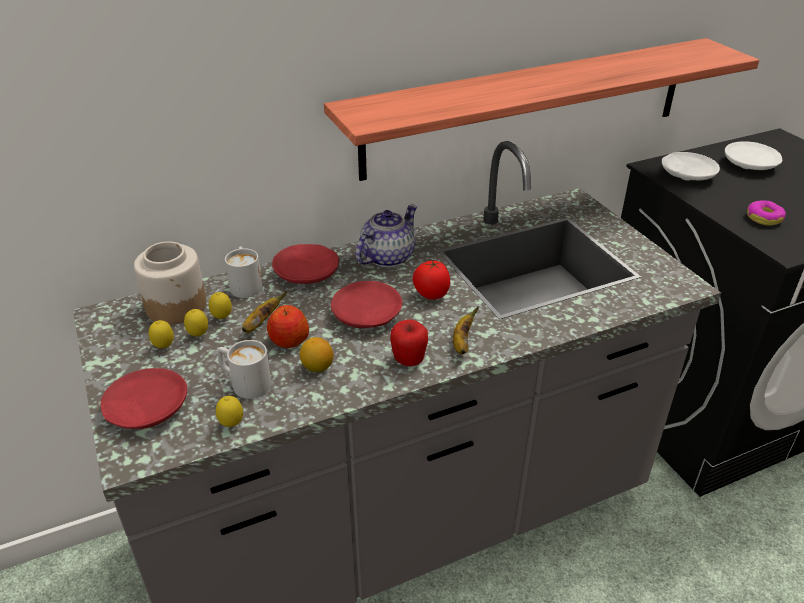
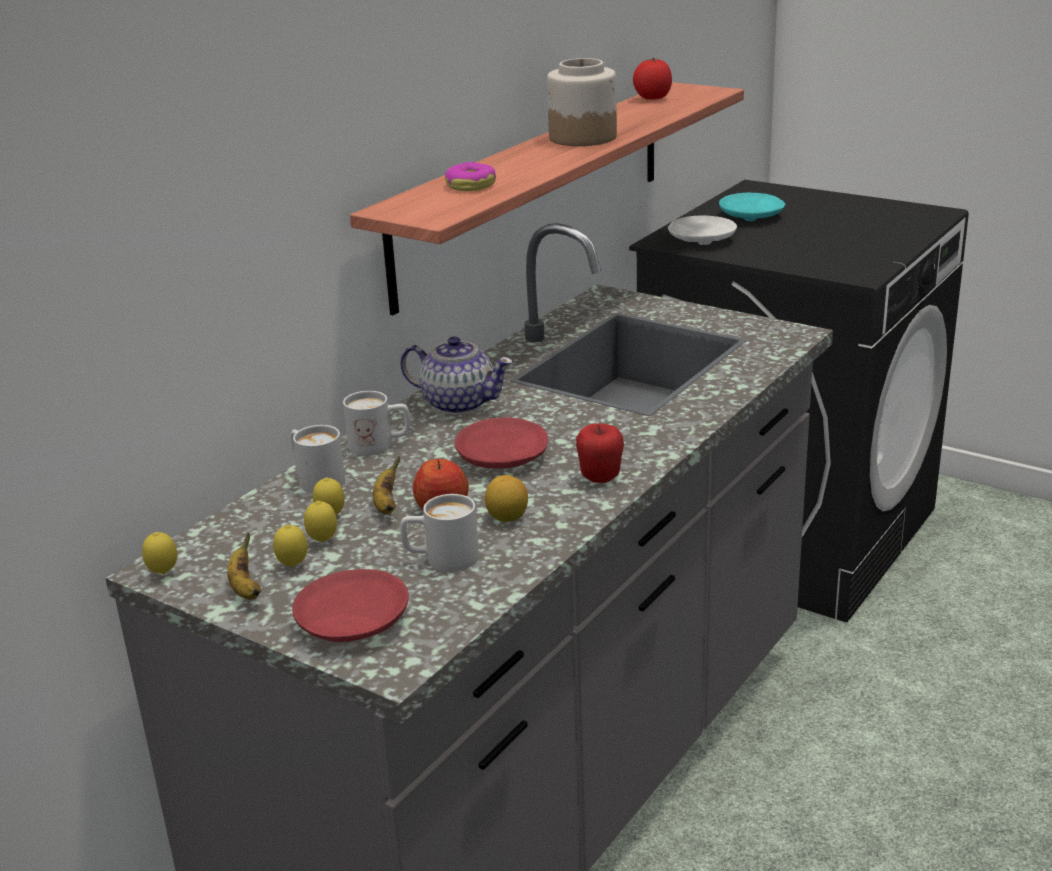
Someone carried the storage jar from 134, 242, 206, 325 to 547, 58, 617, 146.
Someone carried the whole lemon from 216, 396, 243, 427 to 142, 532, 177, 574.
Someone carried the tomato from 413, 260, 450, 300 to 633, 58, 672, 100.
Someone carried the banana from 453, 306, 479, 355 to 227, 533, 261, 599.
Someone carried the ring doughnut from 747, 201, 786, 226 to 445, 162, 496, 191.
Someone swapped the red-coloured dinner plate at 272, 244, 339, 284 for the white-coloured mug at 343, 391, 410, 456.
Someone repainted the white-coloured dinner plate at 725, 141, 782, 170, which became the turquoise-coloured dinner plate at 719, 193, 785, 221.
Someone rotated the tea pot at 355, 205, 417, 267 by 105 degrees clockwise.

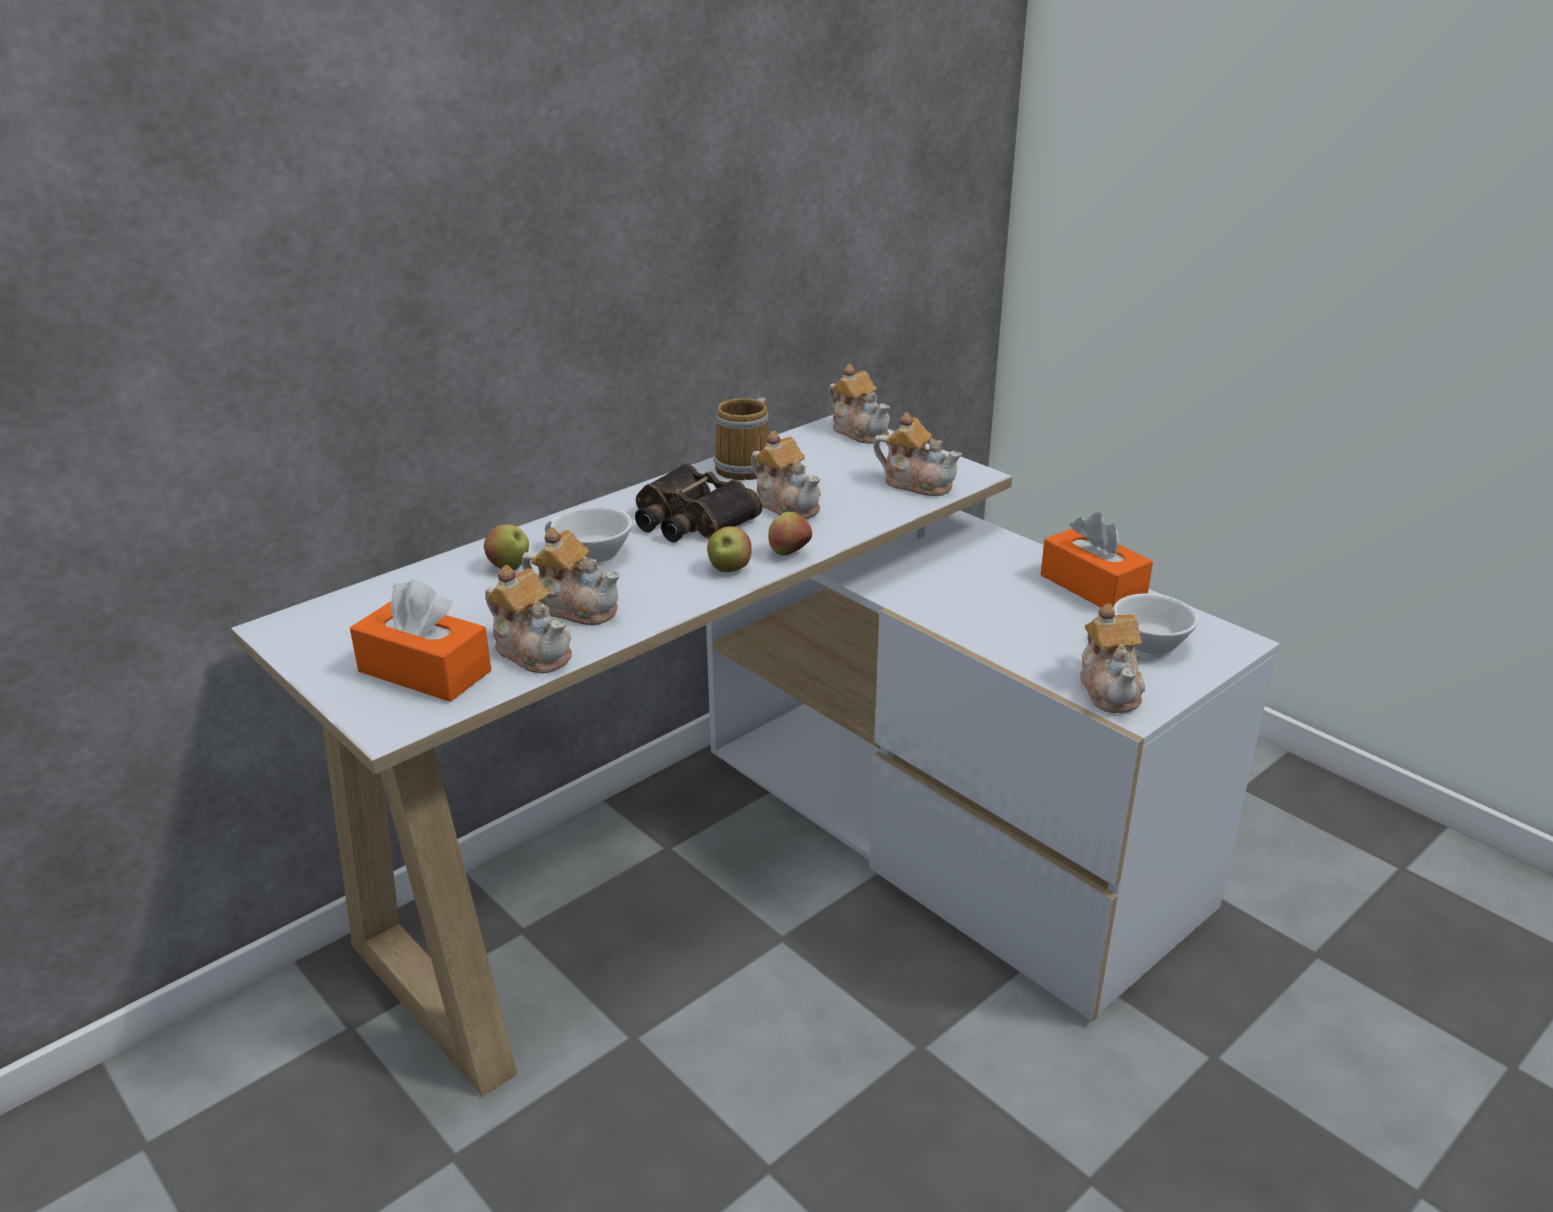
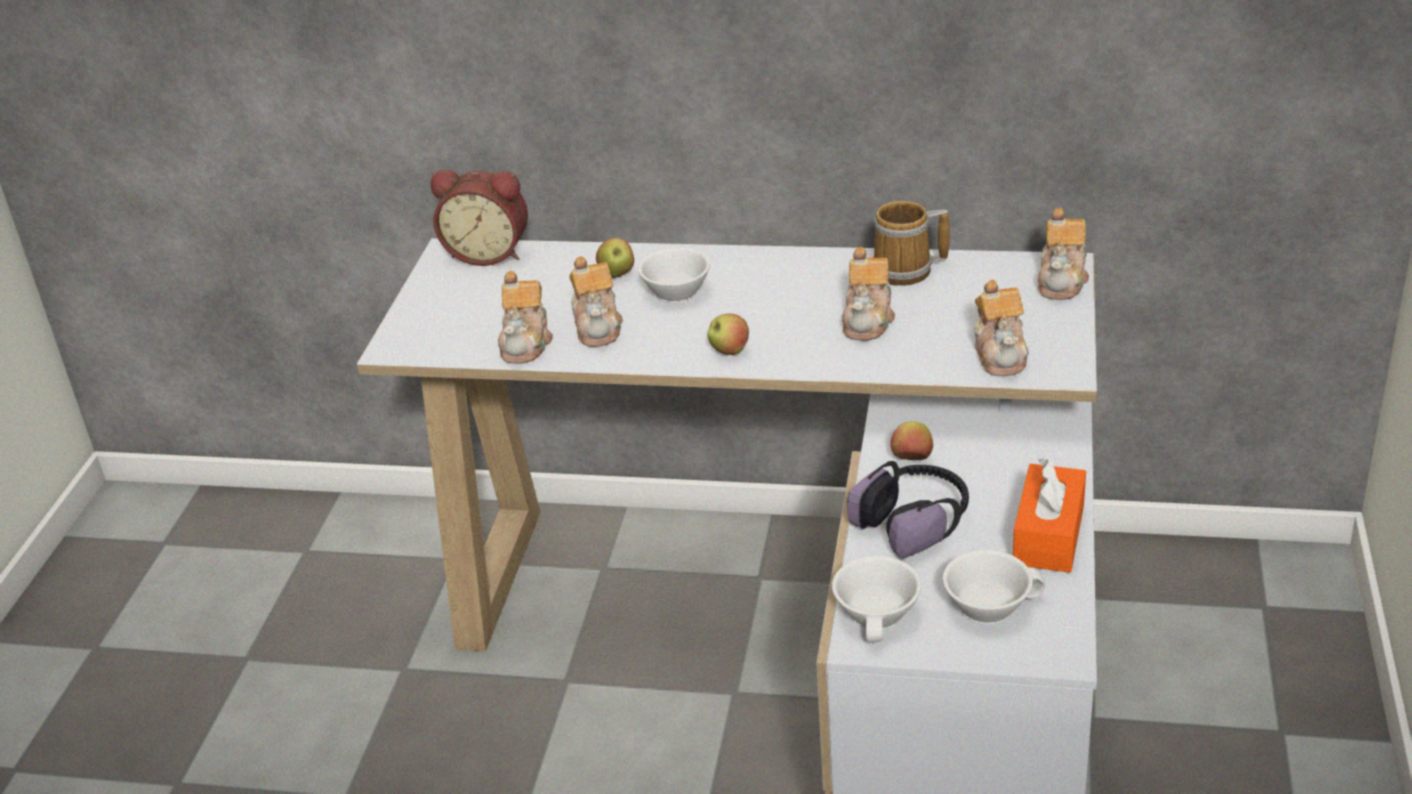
Someone took away the orange tissue holder at 350, 579, 492, 702.
Someone took away the binoculars at 635, 464, 762, 542.
Someone put down the alarm clock at 431, 170, 528, 266.
Someone put down the headset at 847, 461, 969, 559.
Someone carried the whole apple from 768, 512, 812, 555 to 890, 421, 933, 460.
Someone swapped the tea pot at 1080, 603, 1145, 713 for the white-coloured cup at 832, 556, 921, 642.

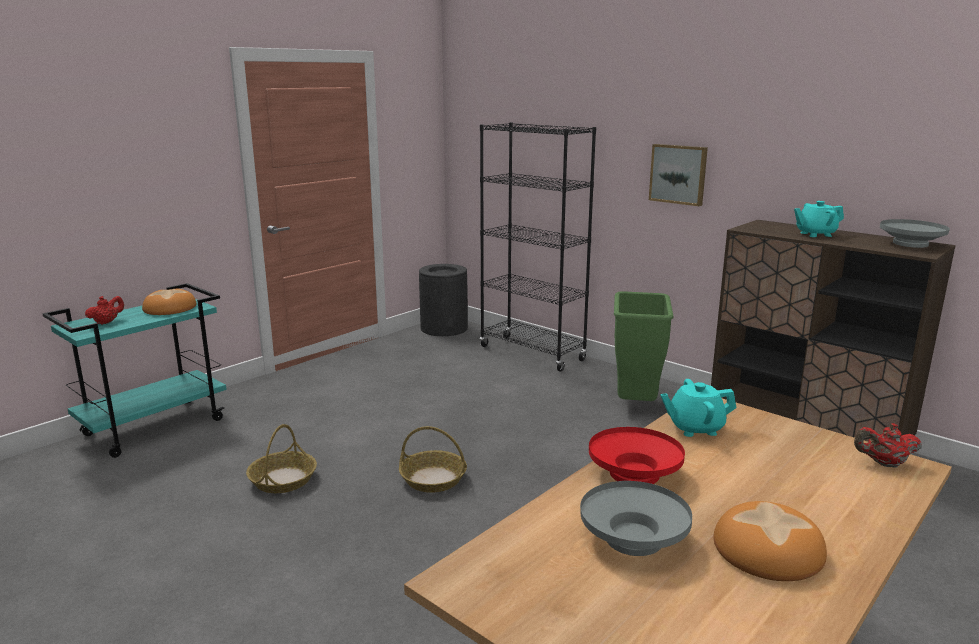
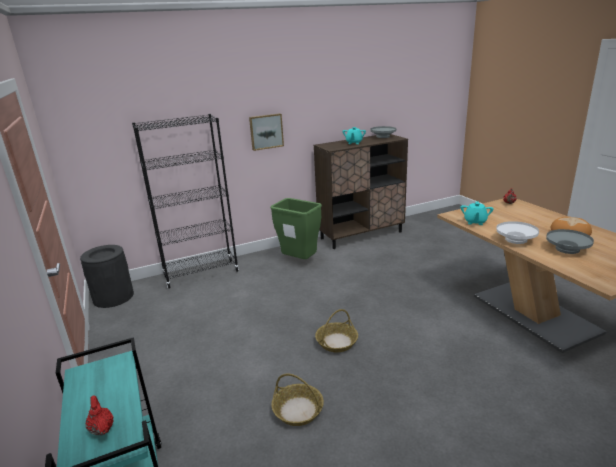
Someone took away the bakery bread at 142, 289, 196, 315.
Someone repainted the red-coloured bowl at 589, 427, 685, 484, which became the white-coloured bowl at 496, 221, 539, 244.

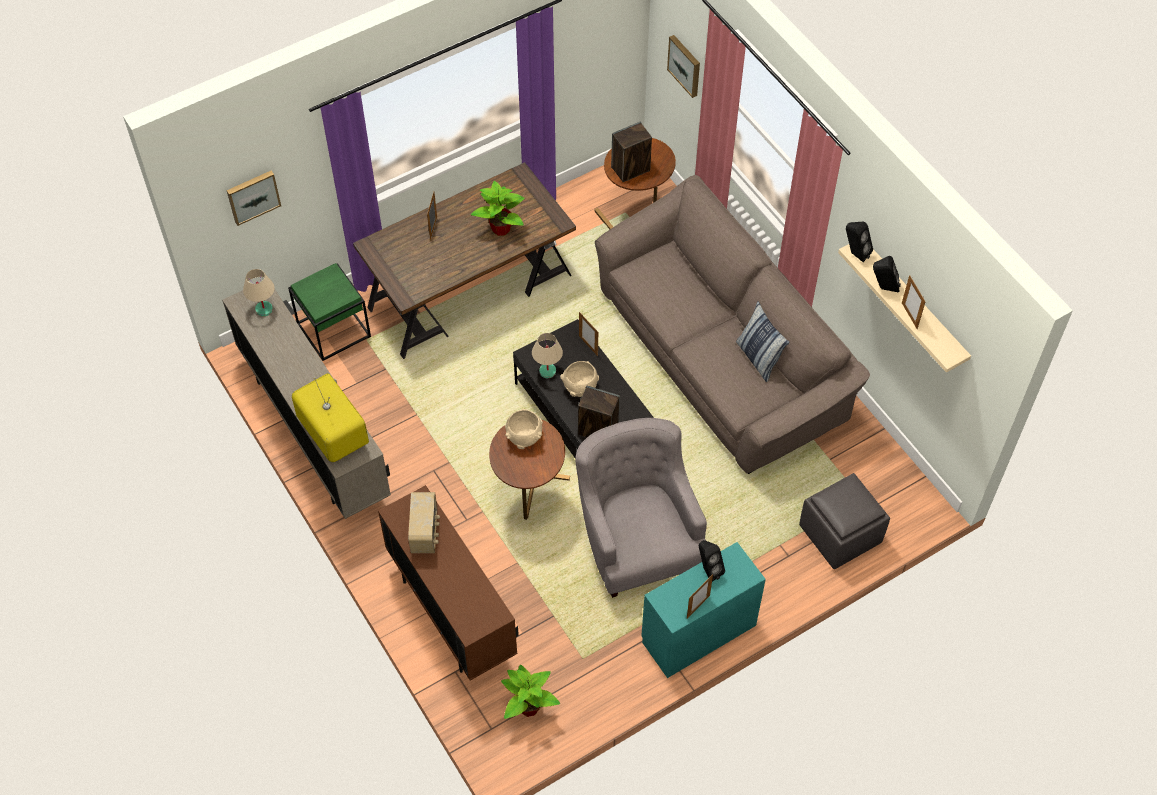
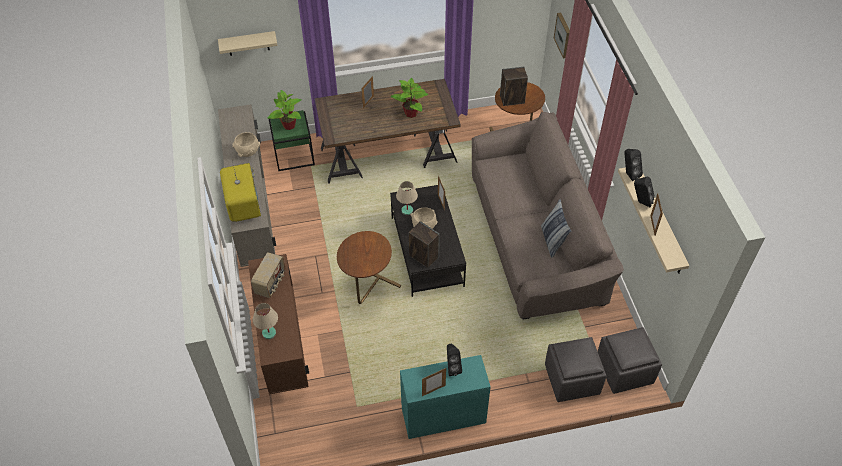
Someone took away the grey easy chair at 575, 418, 707, 598.
Someone put down the grey pouffe at 598, 327, 662, 394.
Someone carried the sand-coloured tabletop lamp from 243, 269, 275, 316 to 253, 303, 278, 339.
Someone carried the houseplant from 501, 665, 560, 719 to 268, 90, 301, 130.
Someone carried the sand-coloured bowl from 505, 409, 543, 449 to 232, 132, 260, 157.
Someone swapped the wall art at 226, 171, 281, 226 for the sand-coloured bracket shelf at 218, 31, 278, 56.

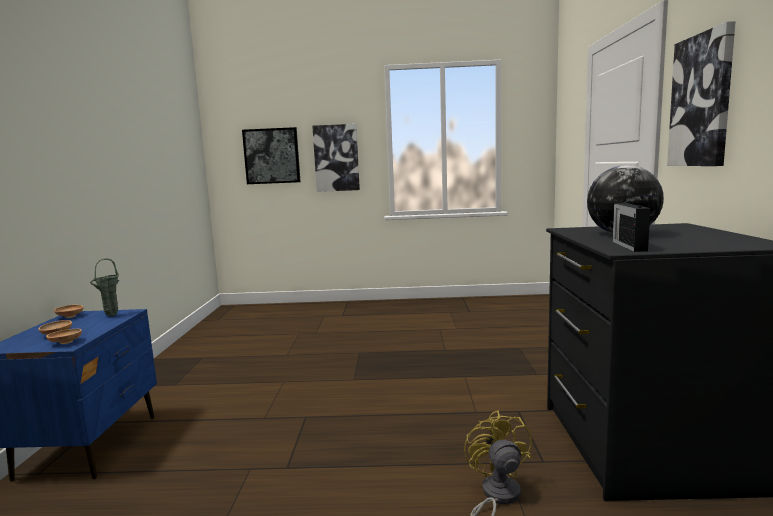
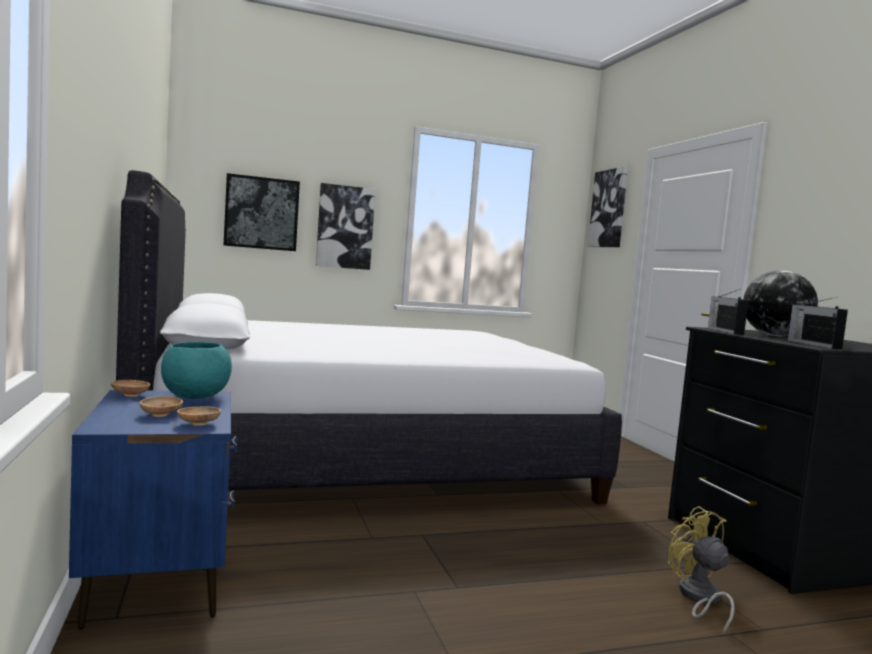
Someone put down the white-coloured bedroom bed at 116, 170, 622, 504.
Someone put down the radio receiver at 708, 289, 748, 335.
Someone carried the wall art from 667, 21, 736, 166 to 588, 167, 628, 247.
Someone swapped the greenish flower vase at 90, 258, 119, 317 for the turquoise-coloured bowl at 161, 342, 232, 399.

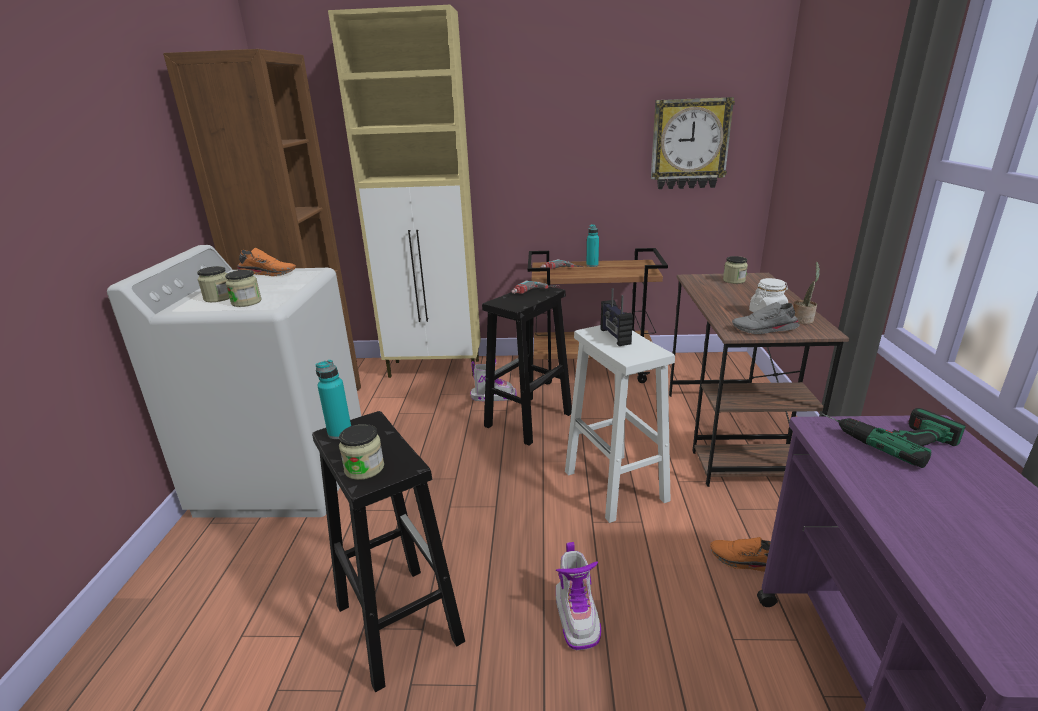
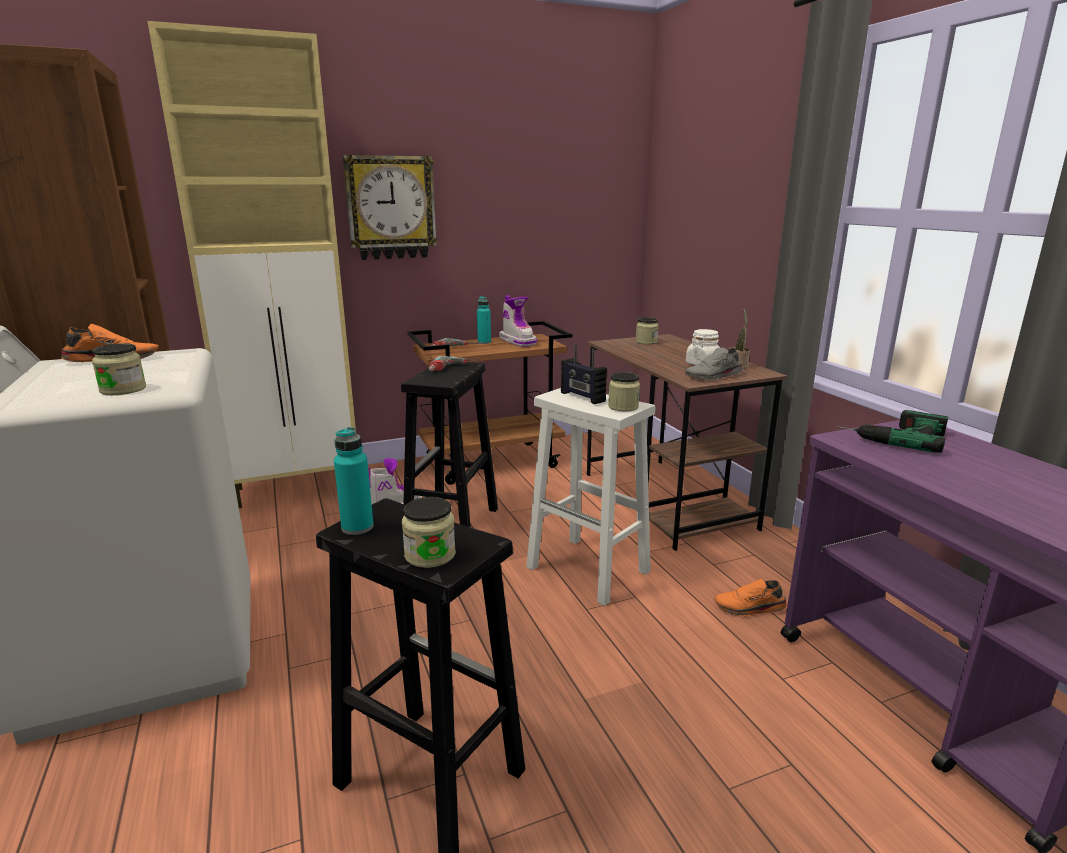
Someone carried the storage jar from 197, 266, 230, 302 to 608, 372, 640, 412.
Someone carried the high-top boot from 556, 542, 601, 650 to 499, 295, 537, 347.
Someone carried the clock on the wall from 651, 97, 735, 189 to 343, 155, 437, 260.

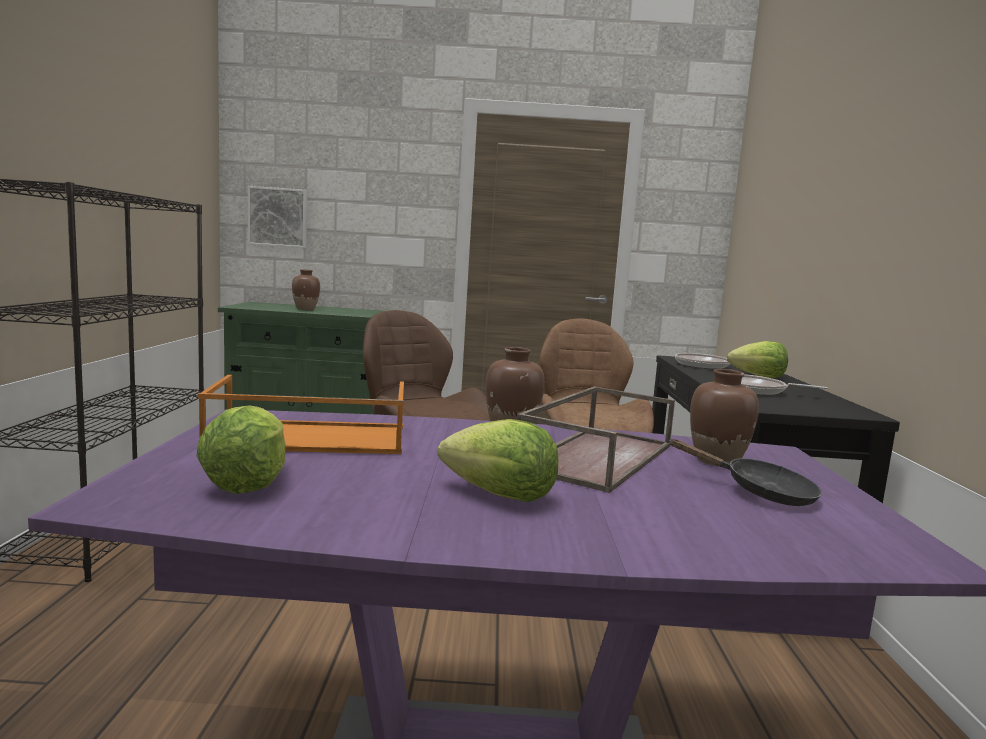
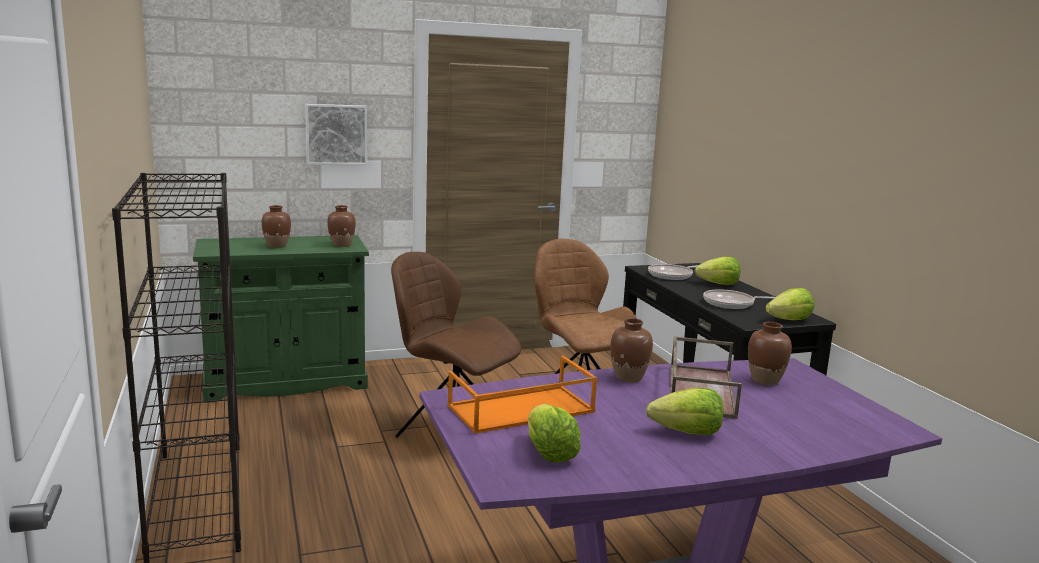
Someone took away the blackish skillet at 669, 439, 822, 506.
Someone put down the brown-coloured flower vase at 327, 205, 356, 247.
Someone put down the head of lettuce at 765, 288, 814, 320.
Someone carried the wall art from 248, 186, 307, 248 to 305, 104, 367, 165.

